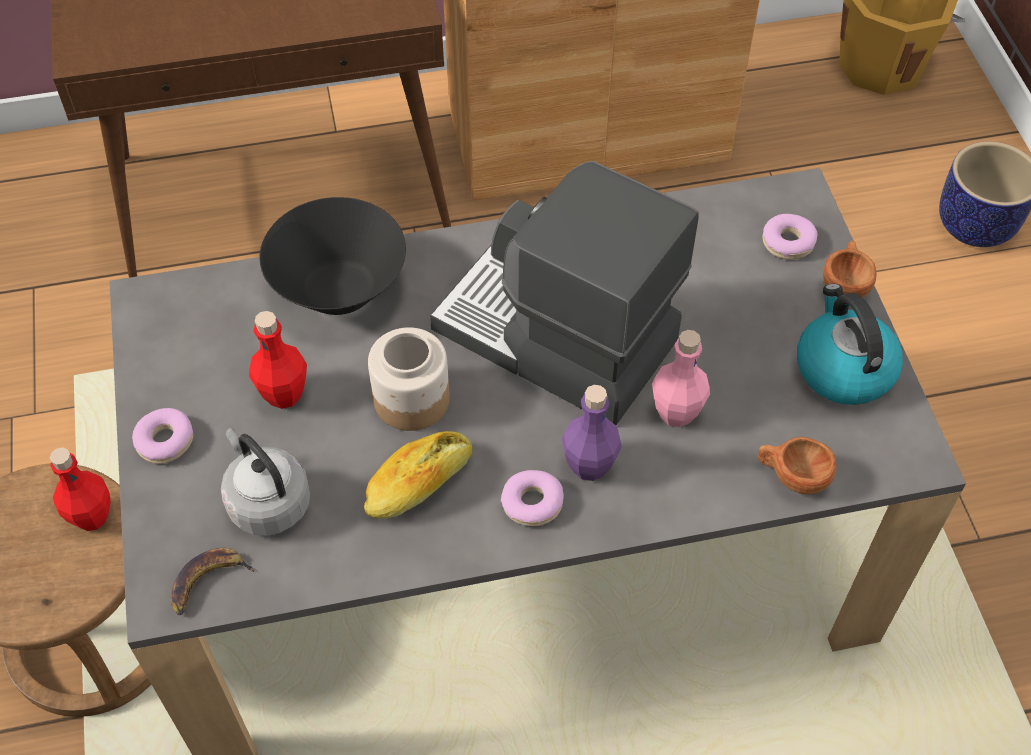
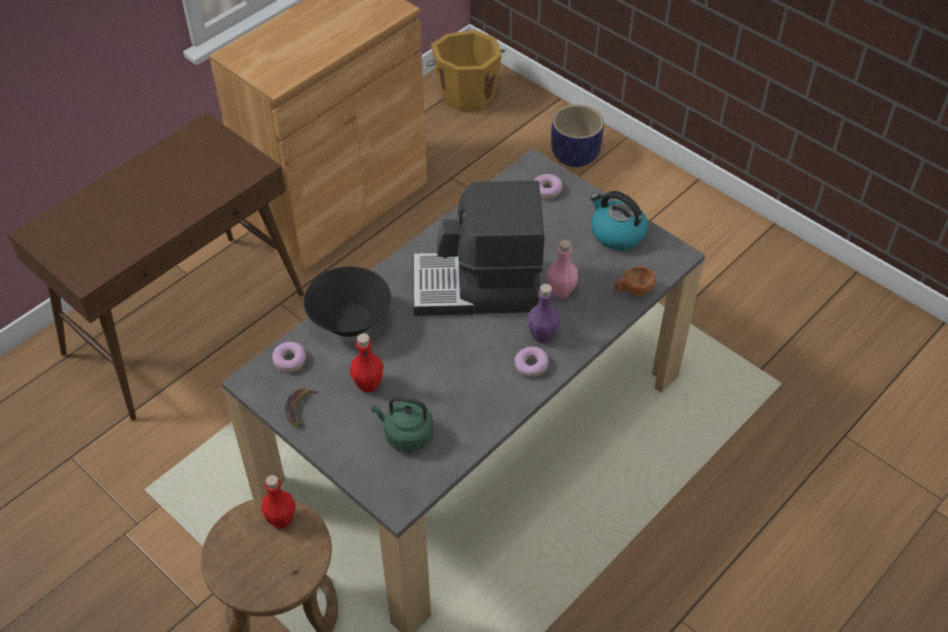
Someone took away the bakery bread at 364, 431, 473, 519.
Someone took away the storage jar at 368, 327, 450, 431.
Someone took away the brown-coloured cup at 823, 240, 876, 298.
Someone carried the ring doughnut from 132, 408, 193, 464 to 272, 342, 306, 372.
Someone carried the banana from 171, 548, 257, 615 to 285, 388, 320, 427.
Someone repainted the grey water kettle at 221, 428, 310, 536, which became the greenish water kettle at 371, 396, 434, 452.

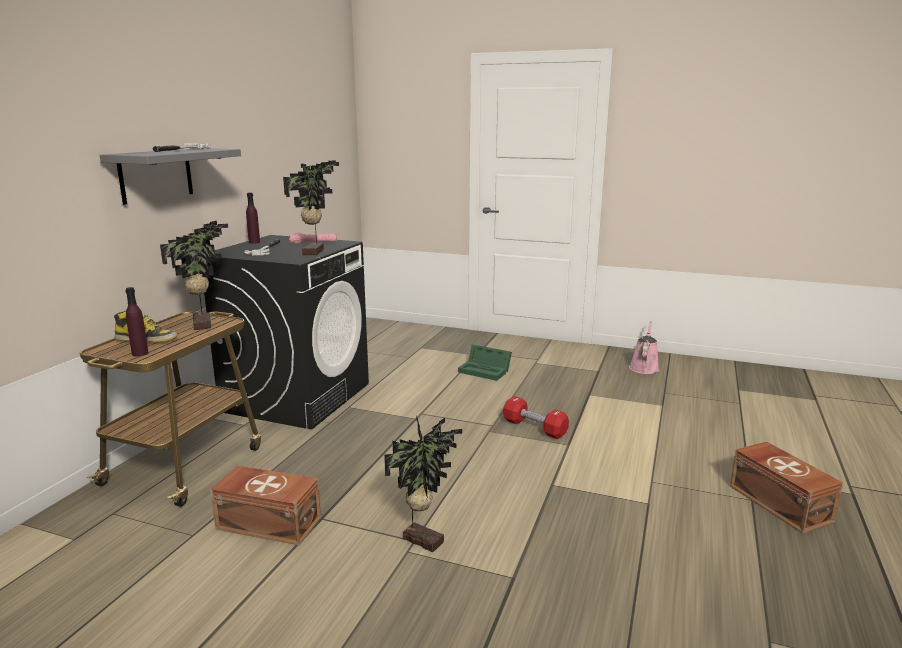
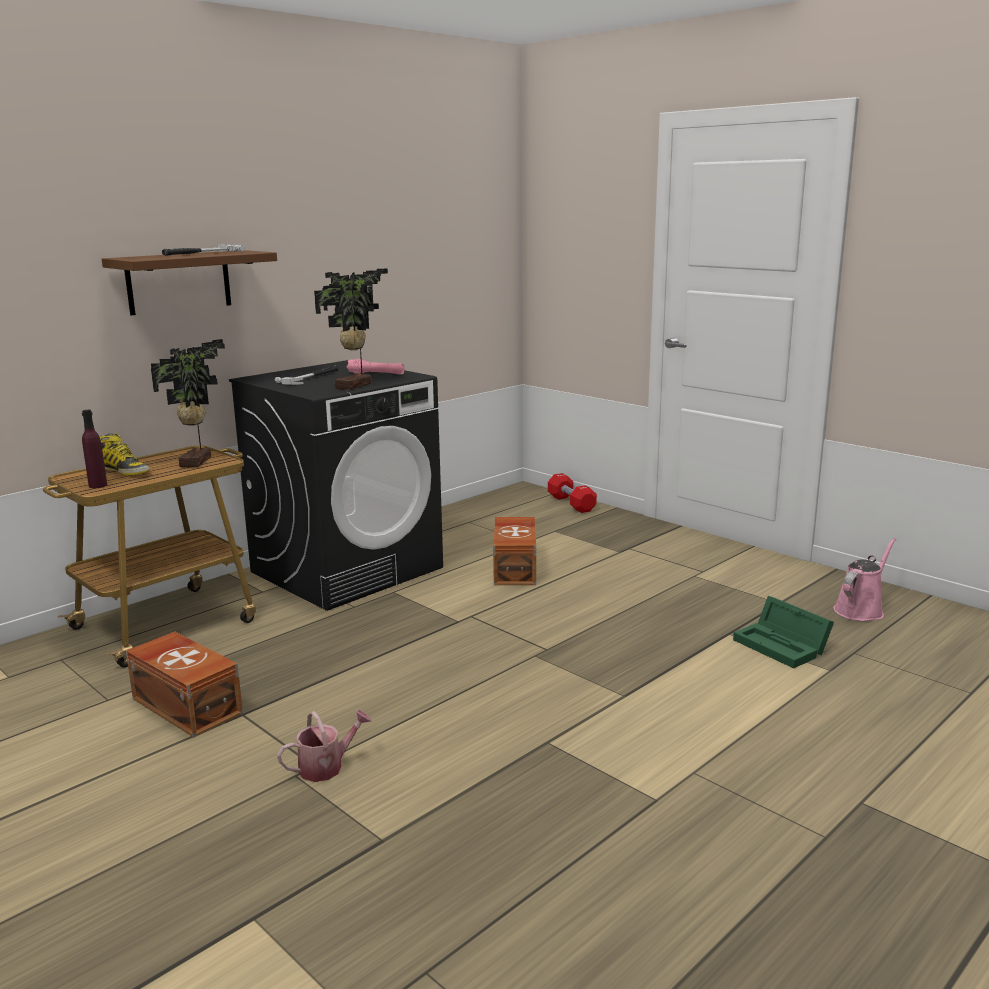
Someone took away the purple-coloured beverage bottle at 246, 192, 260, 244.
Someone carried the greenish storage box from 458, 344, 512, 381 to 733, 596, 834, 668.
Someone carried the red-coloured free weight from 503, 396, 569, 439 to 548, 473, 597, 513.
Someone carried the brown-coloured storage box from 730, 441, 843, 534 to 493, 517, 536, 585.
Someone swapped the houseplant at 384, 415, 462, 552 for the watering can at 277, 710, 371, 782.
Someone repainted the grey bracket shelf at 99, 148, 241, 205, which became the brown-coloured bracket shelf at 102, 250, 277, 315.

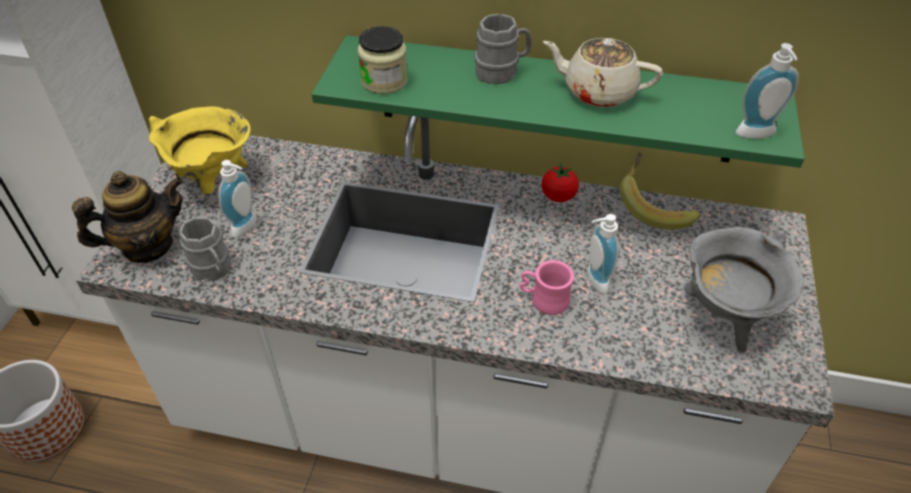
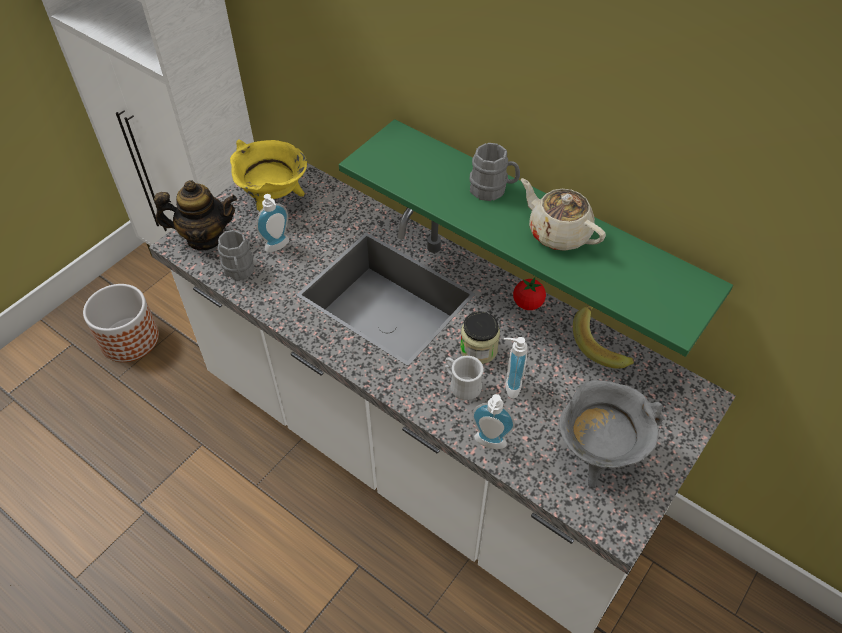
Someone carried the storage jar from 358, 26, 408, 94 to 460, 311, 500, 364.
Someone carried the soap bottle from 736, 43, 799, 139 to 472, 394, 515, 449.
Someone repainted the pinkish mug at 520, 260, 574, 315, which became the white-coloured mug at 445, 356, 484, 400.

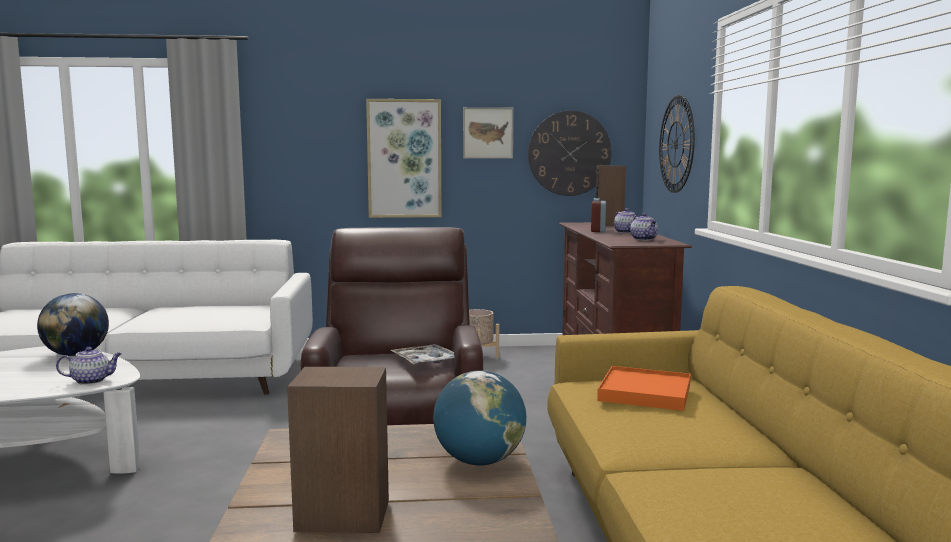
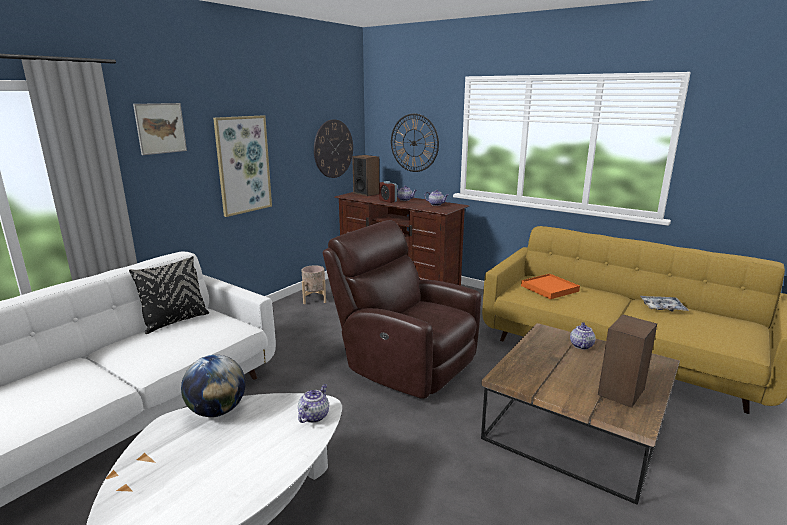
Someone put down the blackish throw pillow at 129, 256, 209, 334.
Someone carried the carrying tray from 390, 344, 455, 364 to 640, 296, 689, 312.
Someone carried the wall art from 463, 107, 513, 159 to 133, 103, 187, 155.
Someone swapped the desk globe at 433, 371, 526, 465 for the tea pot at 570, 322, 596, 349.

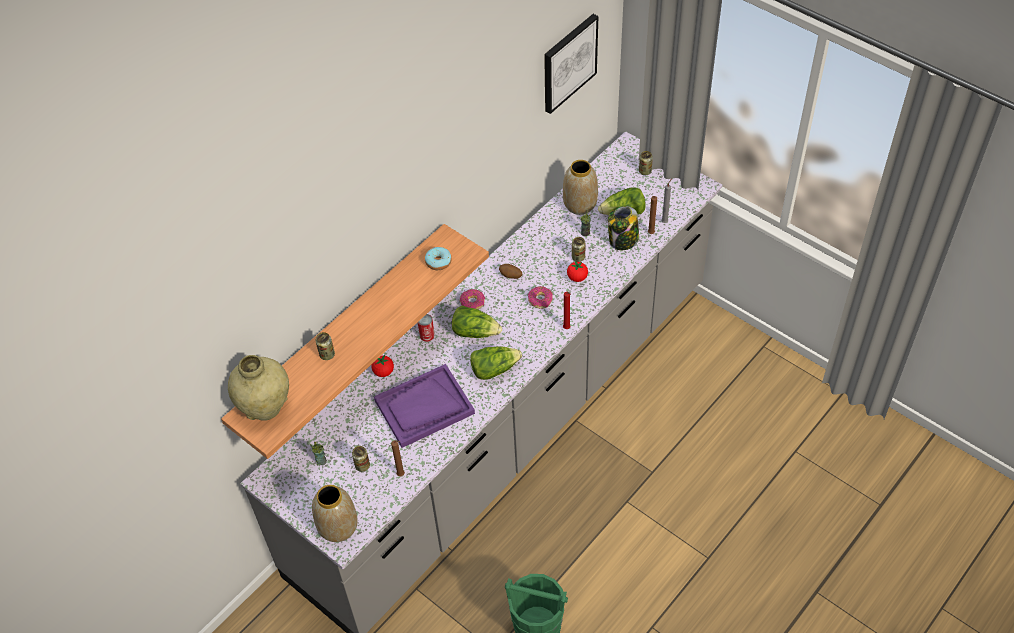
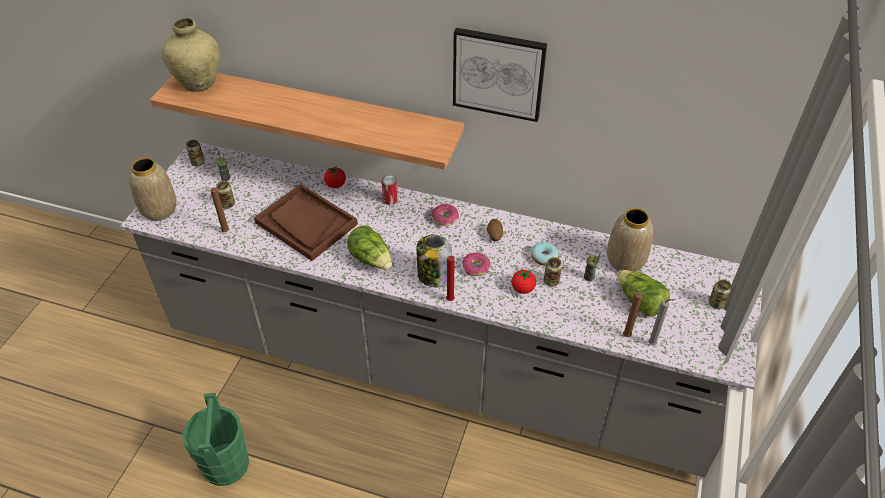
Someone took away the head of lettuce at 452, 306, 502, 338.
Someone carried the can from 316, 332, 335, 360 to 186, 140, 205, 166.
Someone carried the ring doughnut from 425, 247, 452, 270 to 531, 242, 559, 266.
Someone carried the wall art from 544, 14, 598, 114 to 453, 28, 547, 122.
Someone carried the storage jar from 608, 206, 639, 250 to 416, 235, 452, 288.
Someone repainted the purple-coloured carrying tray at 374, 364, 475, 448, which became the brown-coloured carrying tray at 254, 184, 358, 261.

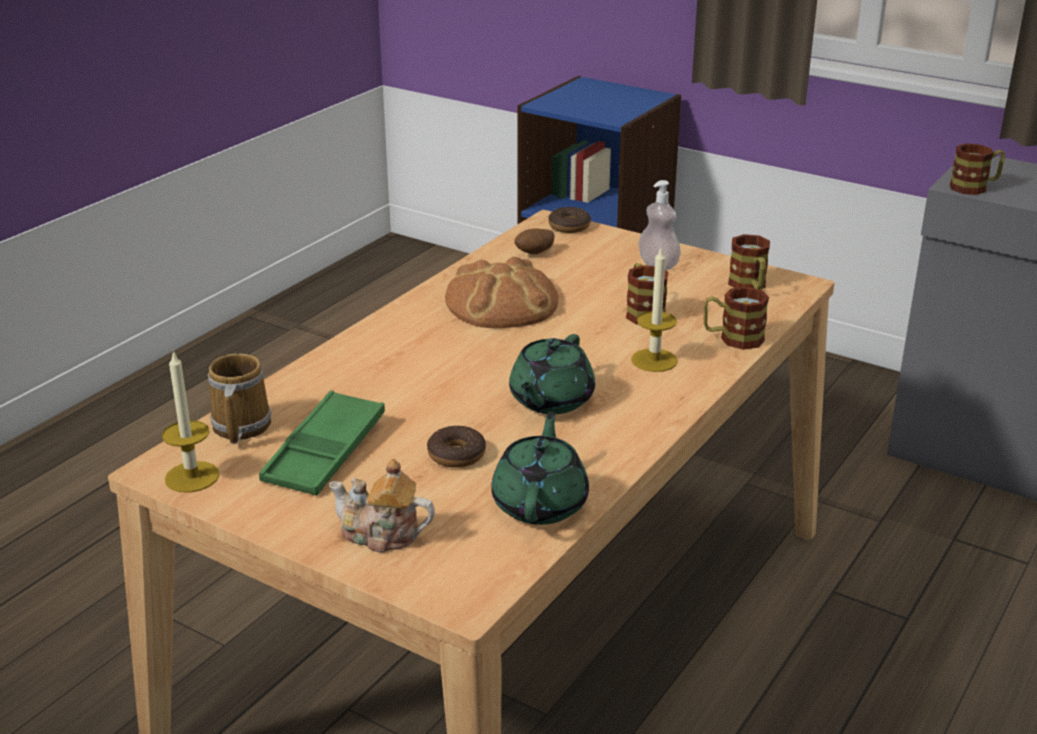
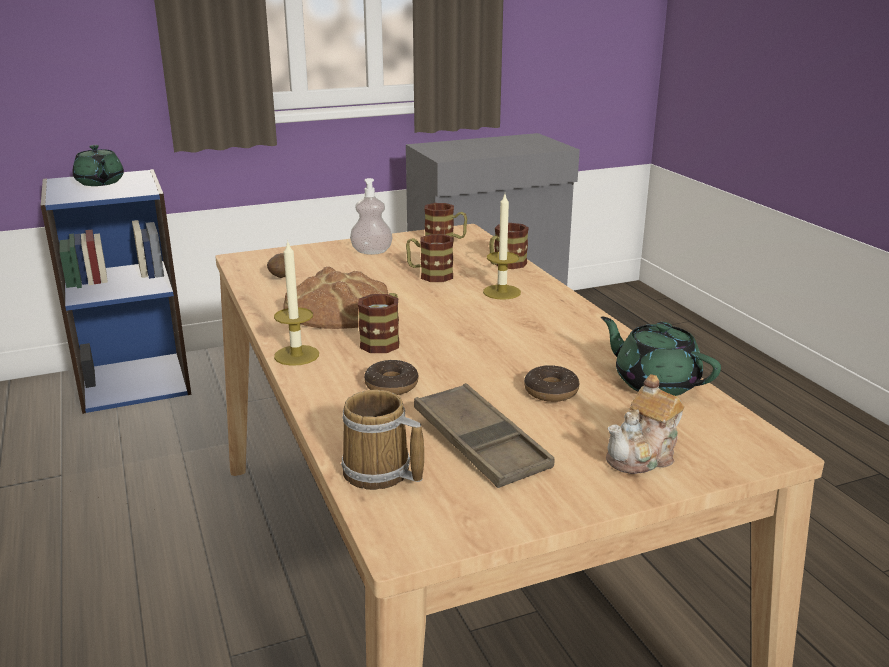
Someone carried the wax candle from 162, 350, 220, 493 to 274, 240, 319, 366.
Someone carried the greenish tea pot from 509, 334, 595, 414 to 73, 145, 124, 186.
Someone carried the ring doughnut from 548, 207, 591, 233 to 364, 360, 418, 395.
Someone carried the mug from 950, 144, 1005, 195 to 358, 293, 400, 353.
Someone repainted the greenish carrying tray at 259, 390, 385, 496, which became the brown-coloured carrying tray at 414, 383, 555, 488.

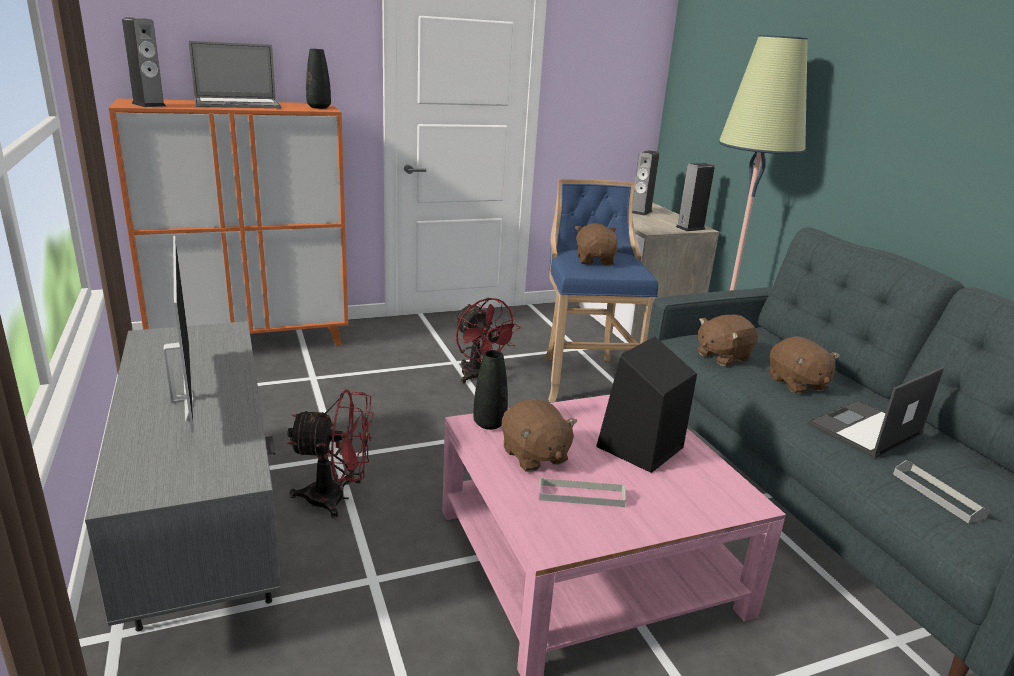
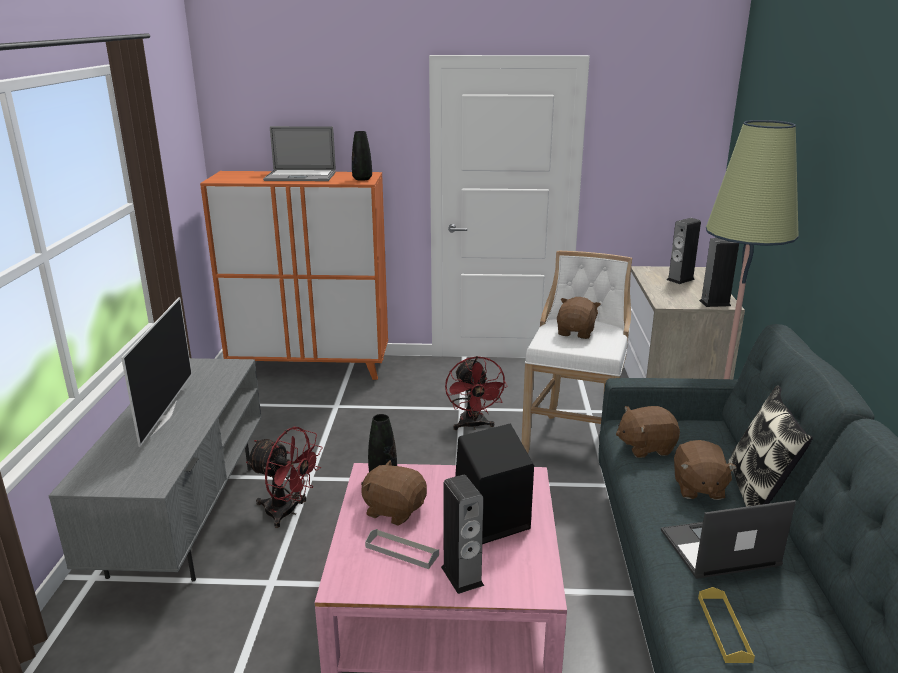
Someone put down the throw pillow at 728, 385, 813, 507.
Someone carried the loudspeaker from 122, 17, 166, 107 to 441, 475, 484, 594.
Someone repainted the blue stool at 546, 179, 658, 402, which became the white-coloured stool at 521, 251, 632, 453.
Someone repainted the grey carrying tray at 893, 460, 990, 523, which became the yellow carrying tray at 698, 587, 755, 663.
Someone rotated the brown-coloured soft toy at 502, 399, 577, 472 by 120 degrees clockwise.

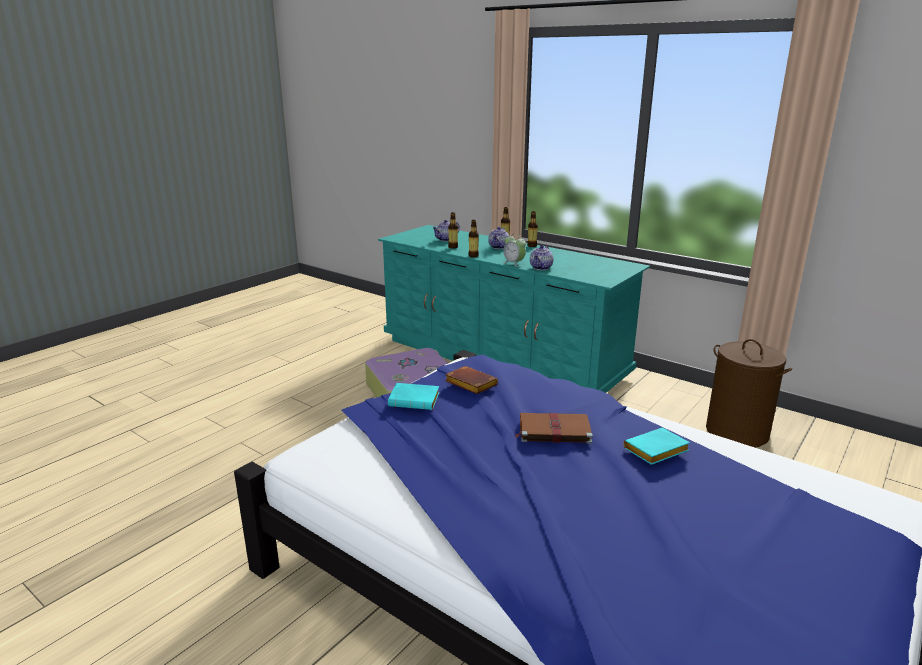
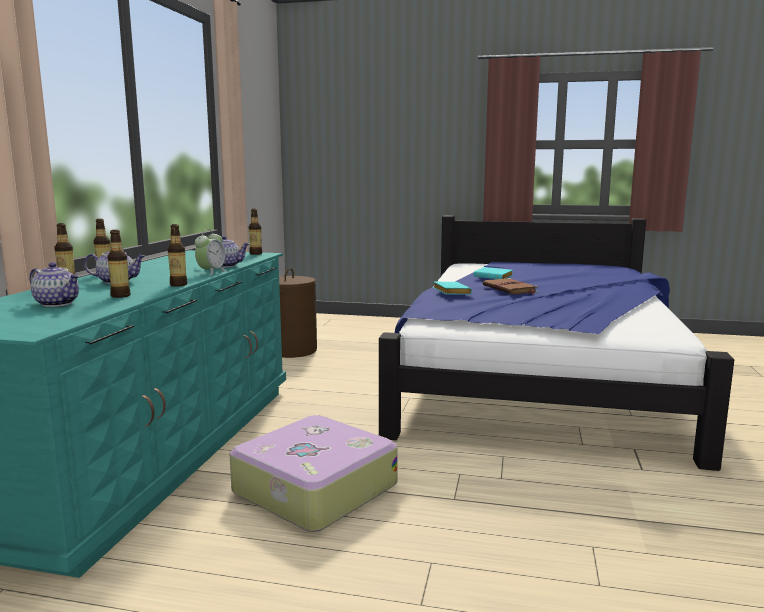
Someone took away the brown-coloured bound book at 445, 366, 498, 394.
Someone put down the beverage bottle at 249, 209, 262, 255.
Someone carried the turquoise-coloured bound book from 388, 383, 439, 410 to 433, 282, 472, 295.

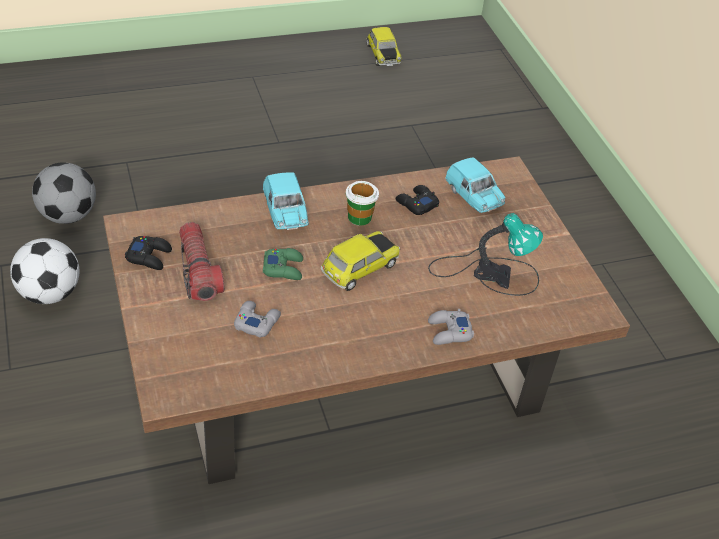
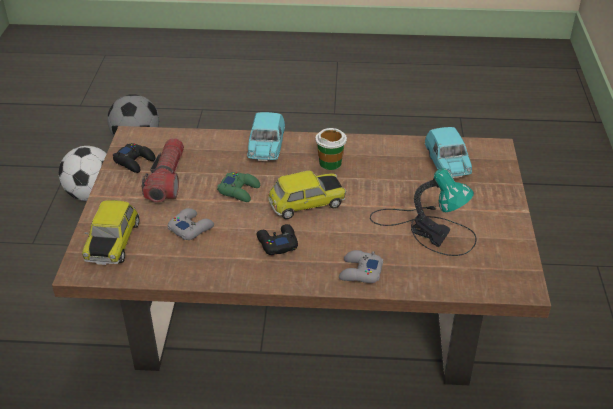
Someone carried the toy car from 367, 27, 402, 66 to 82, 200, 140, 265.
Someone carried the blackish gamepad from 395, 185, 439, 215 to 257, 224, 298, 255.

